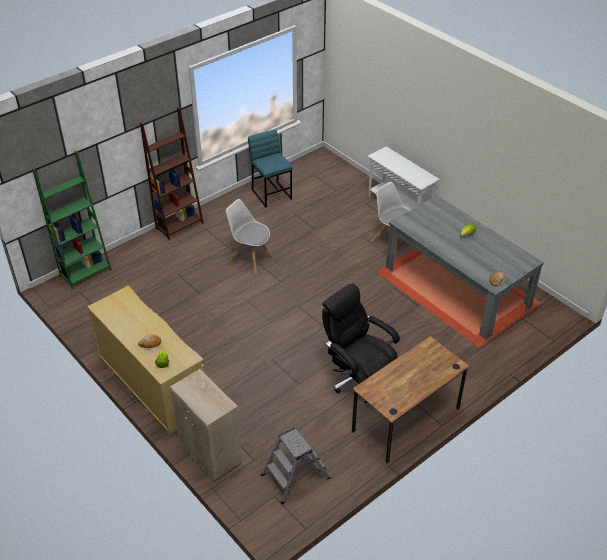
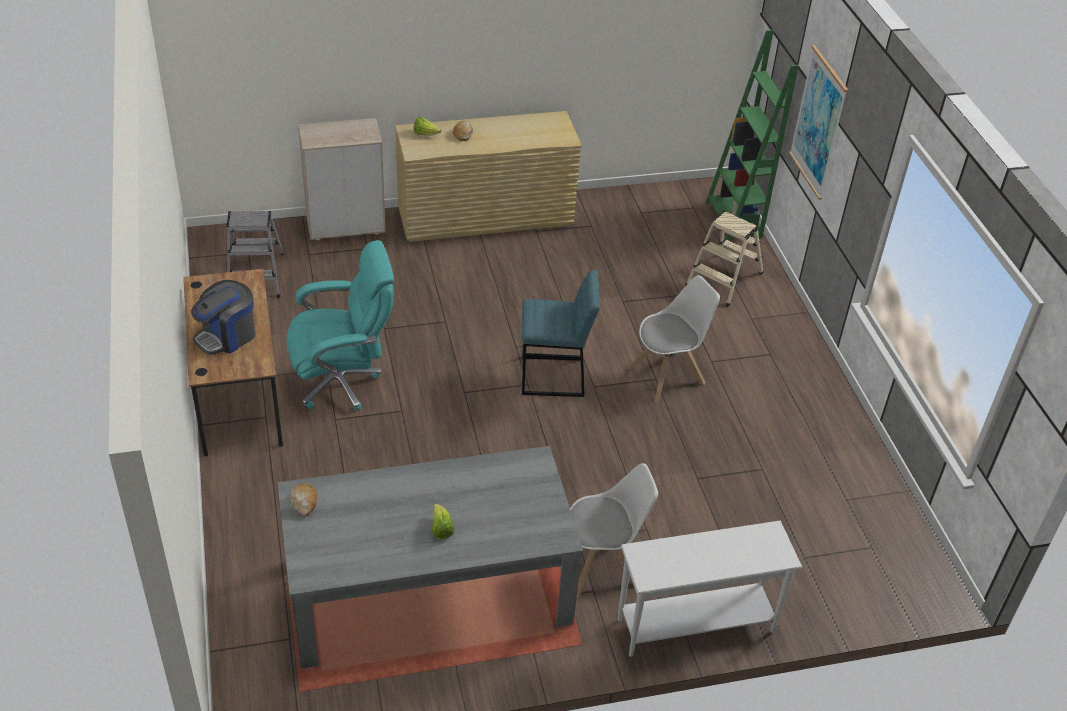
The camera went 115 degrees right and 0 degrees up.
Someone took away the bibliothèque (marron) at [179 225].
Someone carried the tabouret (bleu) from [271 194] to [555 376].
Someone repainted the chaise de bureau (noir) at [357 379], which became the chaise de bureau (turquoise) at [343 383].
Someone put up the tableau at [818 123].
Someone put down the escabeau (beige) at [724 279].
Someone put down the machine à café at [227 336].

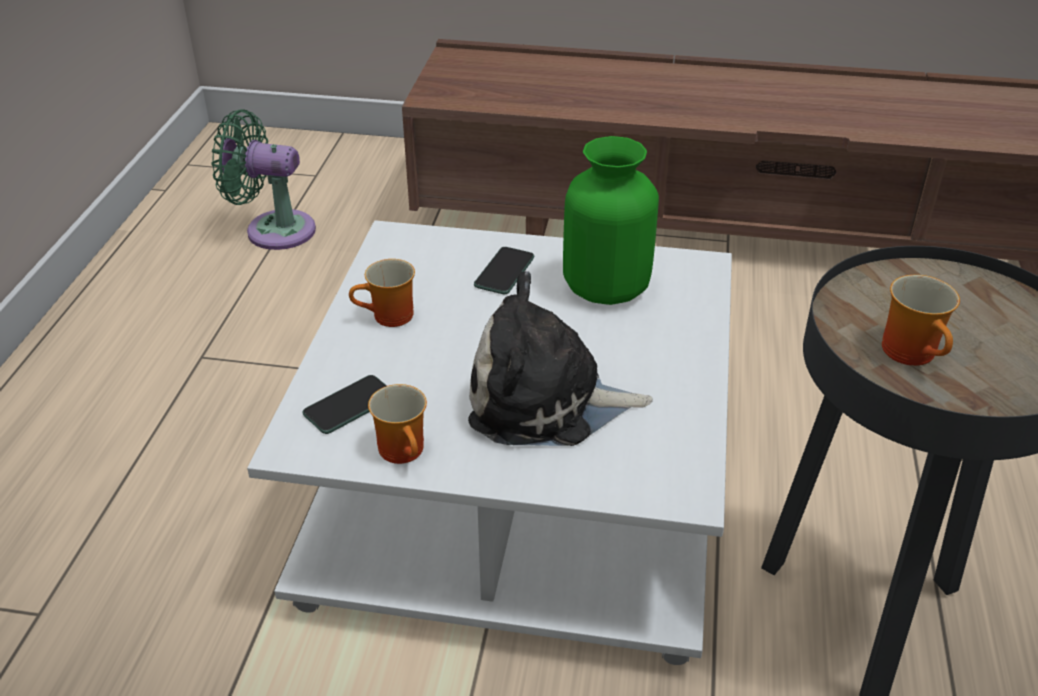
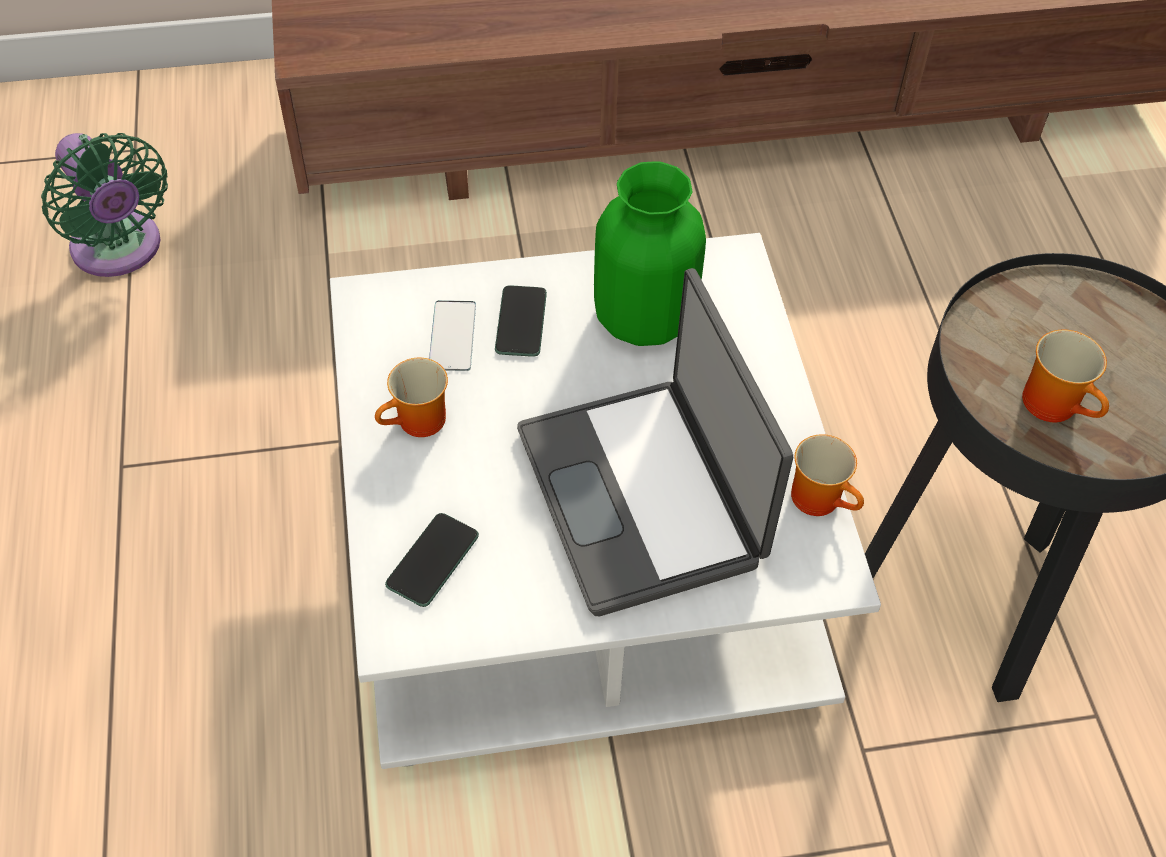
The camera went 20 degrees left and 15 degrees up.
Someone rotated the ventilateur (vert) at [273 230] by 120 degrees counterclockwise.
Someone swapped the peluche at [546 401] for the ordinateur portable at [644 495].
Someone carried the mug from [406 451] to [822 498].
Someone put down the téléphone at [452 336].

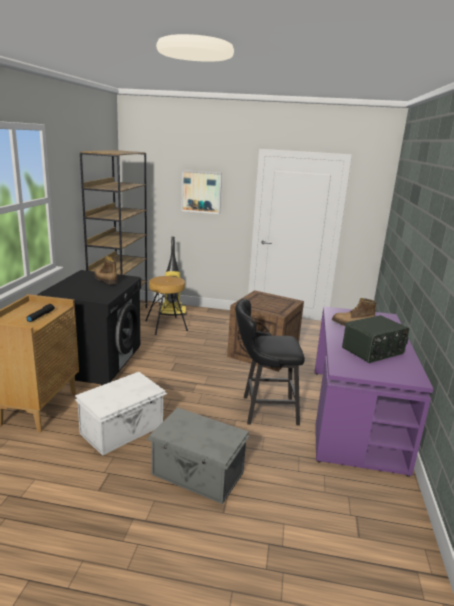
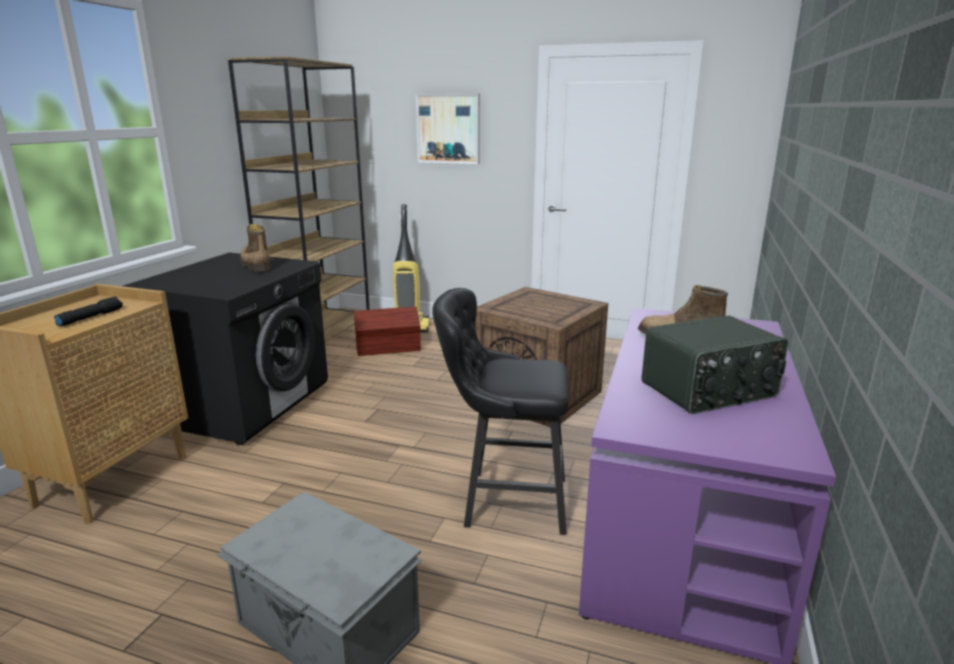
The camera went 10 degrees right and 0 degrees up.
Someone swapped the tabouret (marron) at [166 325] for the boîte de rangement (marron) at [389 348].
Someone took away the boîte de rangement (blanc) at [123 430].

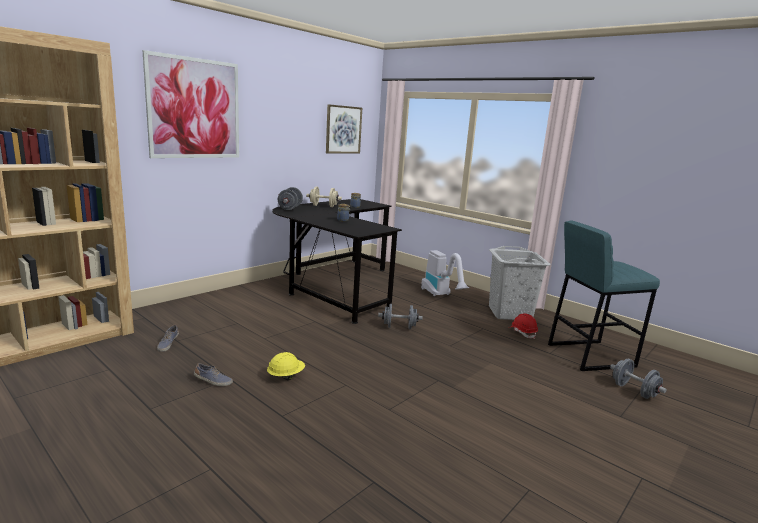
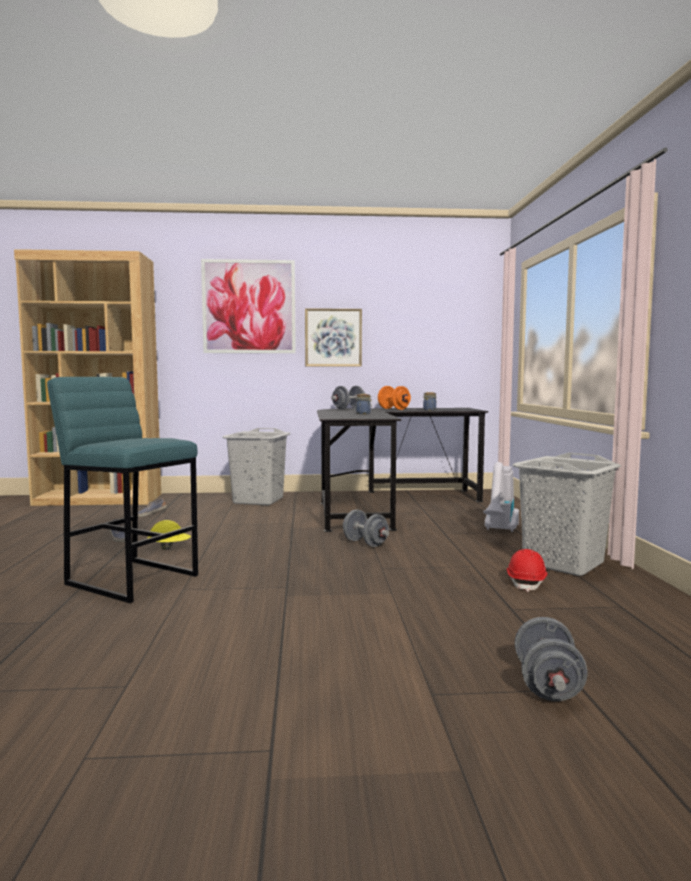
The camera went 45 degrees right and 10 degrees down.
Someone carried the tableau from [343 129] to [333 337].
Someone repainted the haltère (beige) at [323 206], which became the haltère (orange) at [393 409].
Someone carried the tabouret (turquoise) from [589 355] to [130 579].
Someone put down the panier à linge (gris) at [258 500].

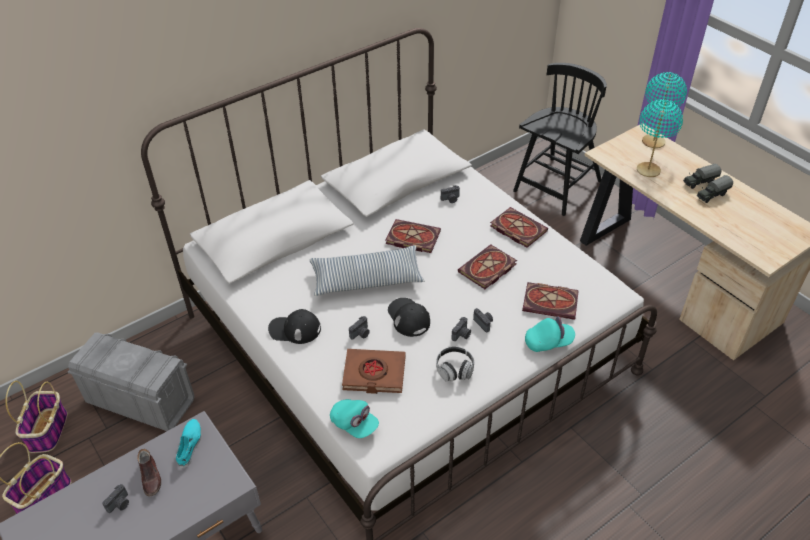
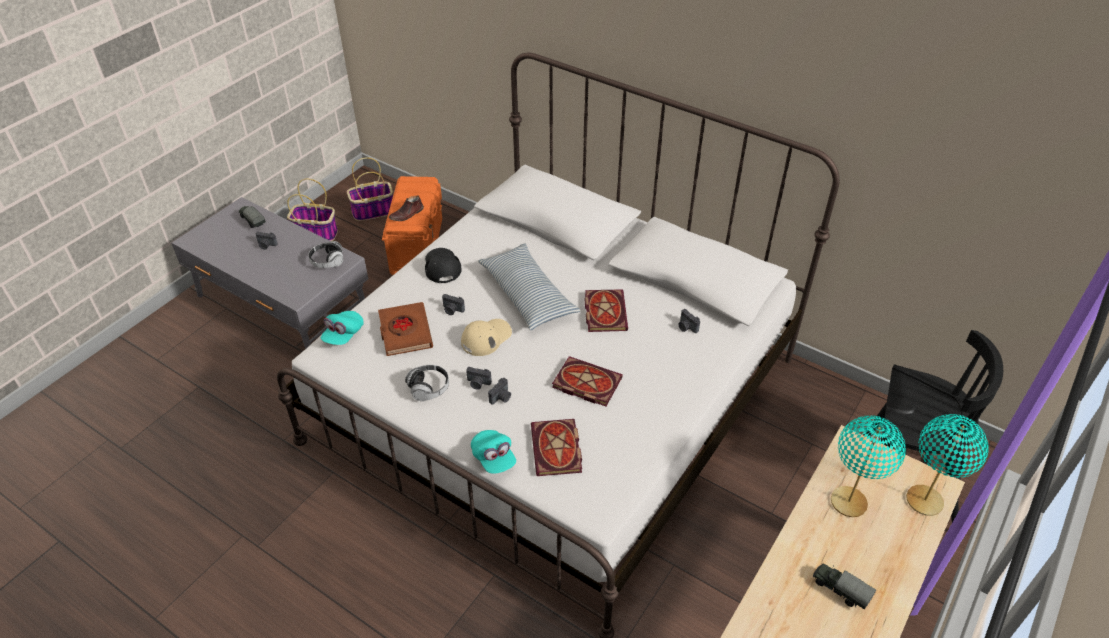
The camera went 70 degrees right and 0 degrees up.
Someone carried the camion jouet from [699 182] to [252 221].
Someone took away the livre at [516 229].
Someone repainted the casquette (noir) at [408 318], which became the casquette (beige) at [486 338].
Someone repainted the boîte de rangement (gris) at [140 400], which became the boîte de rangement (orange) at [417 247].
Someone swapped the chaussure (turquoise) at [190 445] for the casque audio at [327 261].
Someone carried the chaussure (marron) from [151 477] to [407 214].

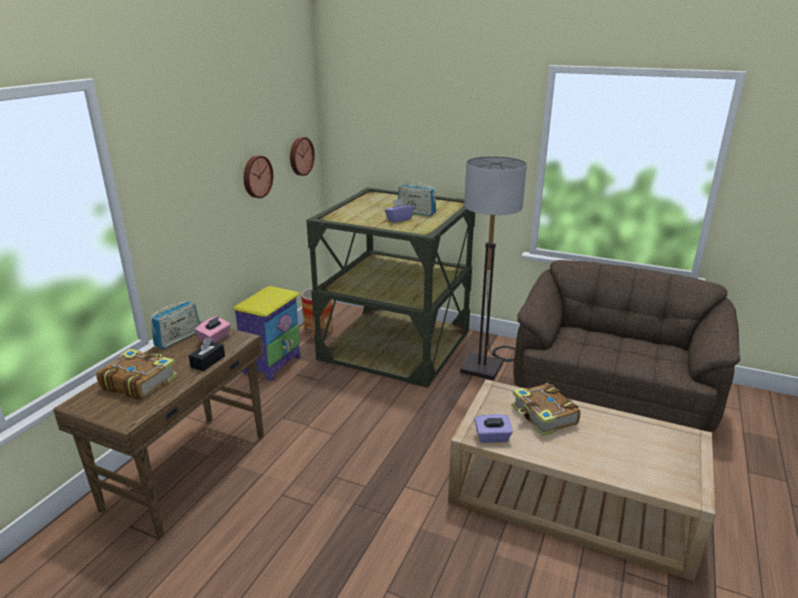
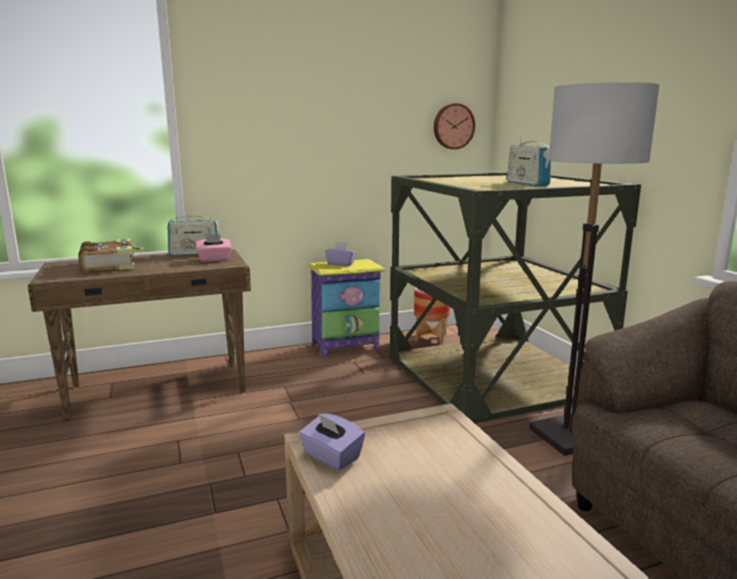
The camera went 45 degrees right and 10 degrees down.
Someone took away the horloge murale at [256 176].
Someone carried the boîte à mouchoirs (violet) from [399 219] to [340 264].
Someone took away the boîte à mouchoirs (noir) at [208 361].
Someone took away the livre at [544 417].

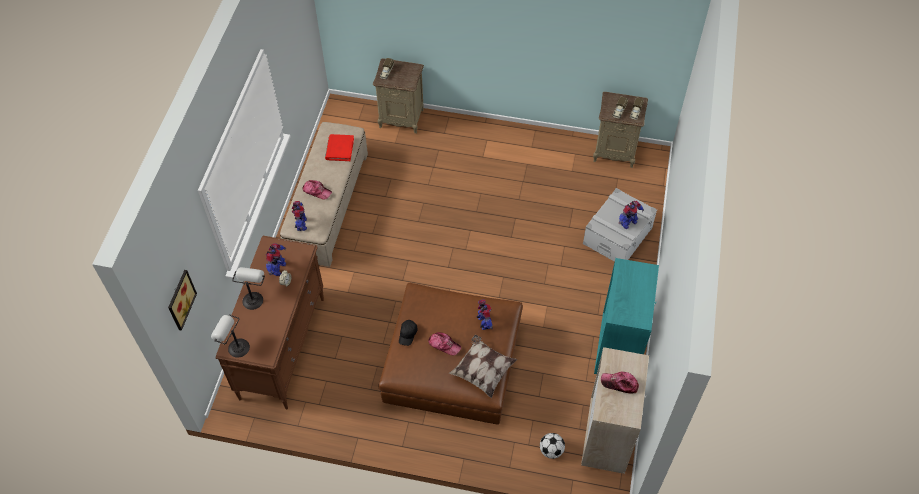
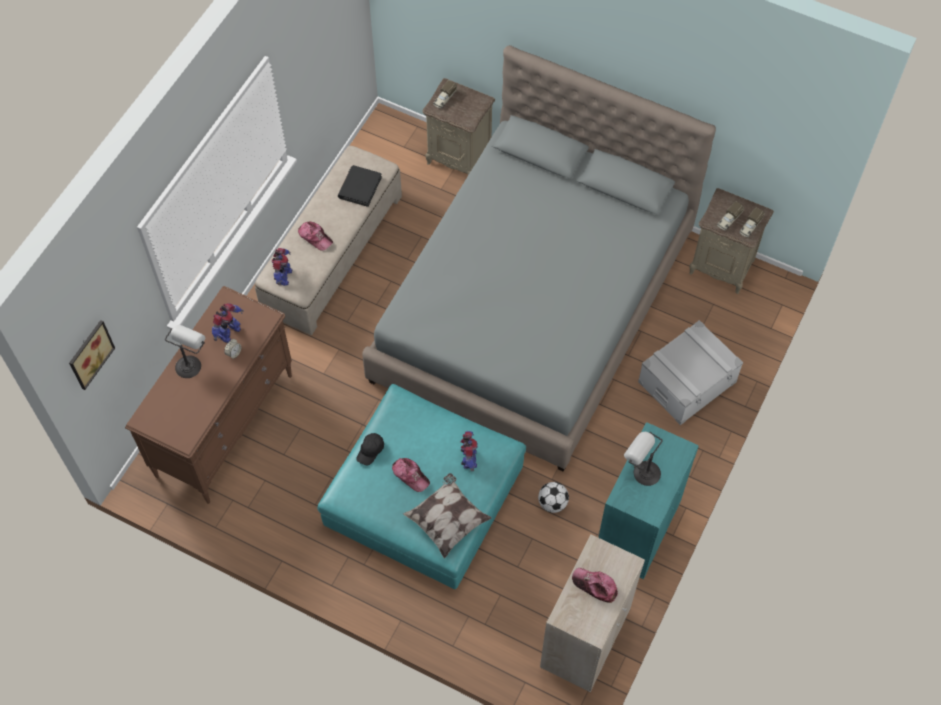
The camera went 15 degrees right and 5 degrees up.
Someone repainted the livre (rouge) at [339 149], which became the livre (noir) at [359 187].
Someone took away the robot jouet at [628 222].
Someone repainted the pouf (marron) at [452 363], which became the pouf (turquoise) at [424 497].
Someone carried the lampe de table from [234 347] to [641 470].
Someone carried the ballon de foot from [551 450] to [552 503].
Someone put down the lit (gris) at [534 306].

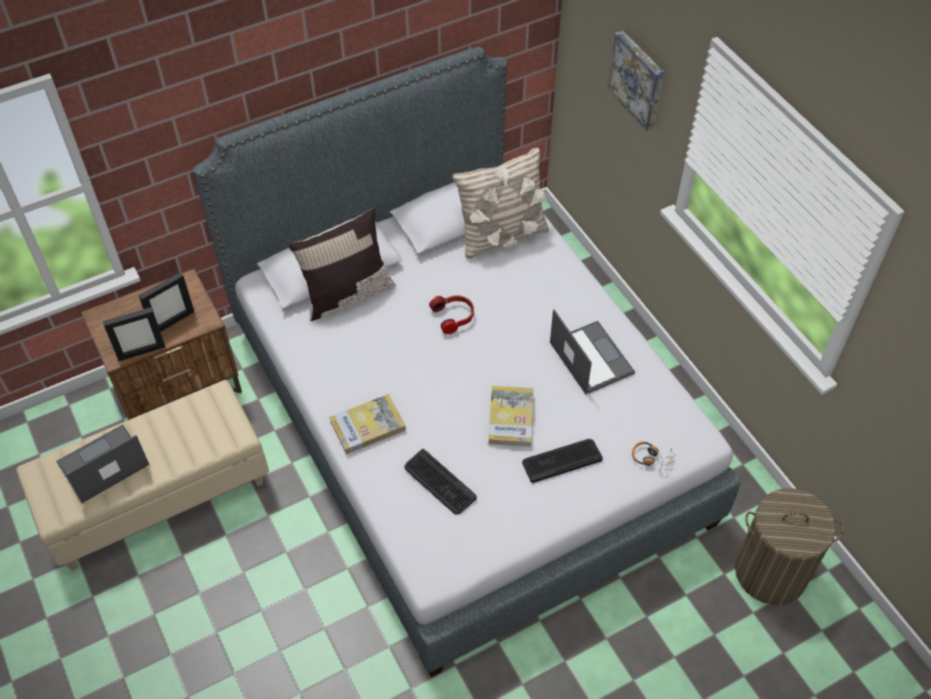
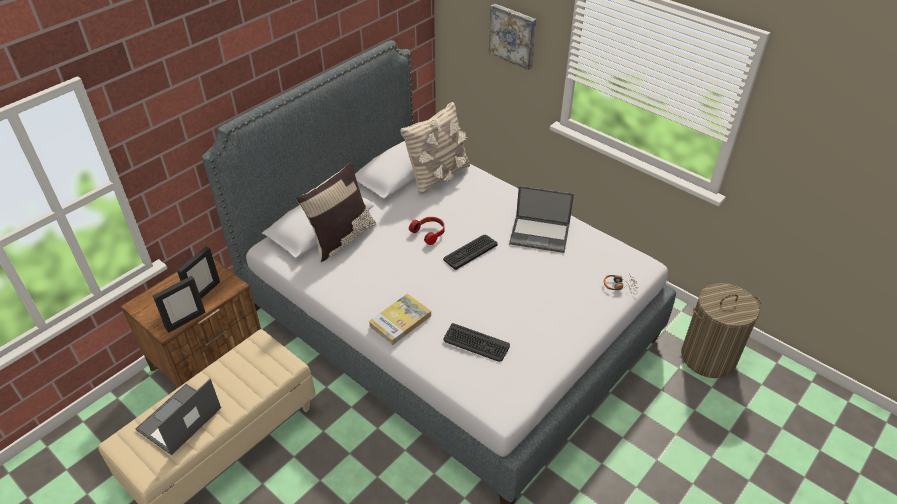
The camera went 20 degrees left and 10 degrees down.
Someone rotated the ordinateur portable at [590 357] by 150 degrees clockwise.
Someone took away the livre at [511 418].
Someone carried the clavier from [561 460] to [470 252].

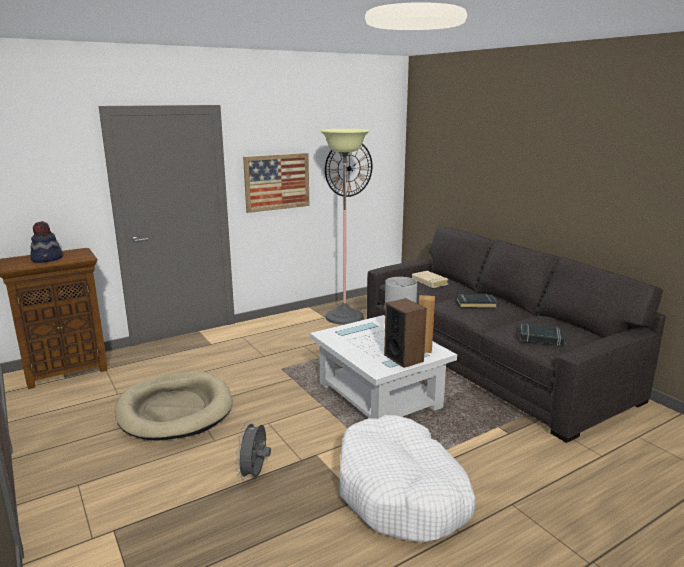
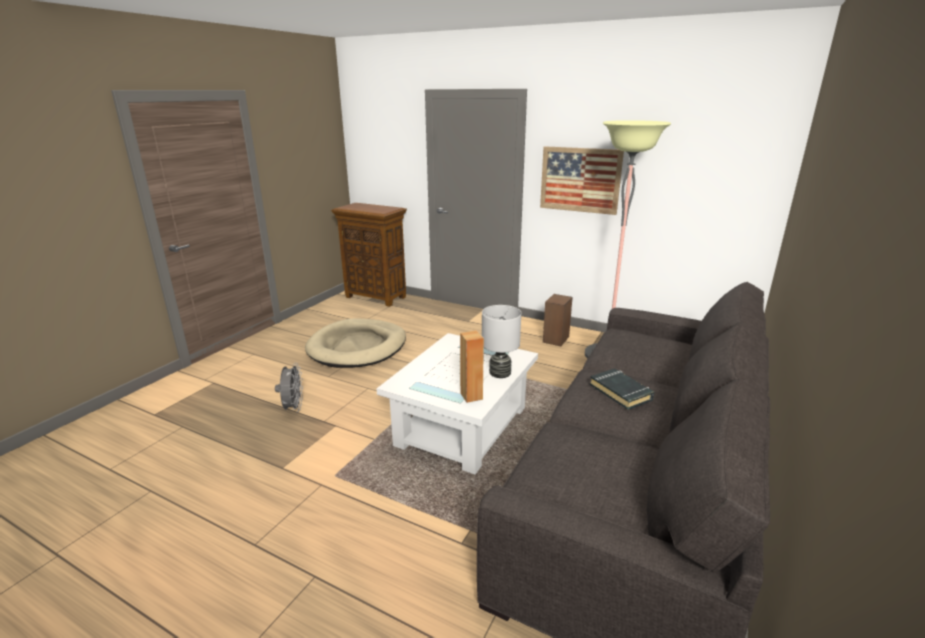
The camera went 60 degrees right and 5 degrees up.
Someone took away the horloge murale at [349 168].
Someone took away the chapeau at [47 259].
Someone took away the livre (beige) at [429 282].
Someone carried the enceinte from [403 358] to [556 339].
Someone took away the livre (noir) at [542 338].
Someone took away the panier pour chien (blanc) at [402 492].
Someone rotated the ventilateur (gris) at [255 474] by 105 degrees clockwise.

